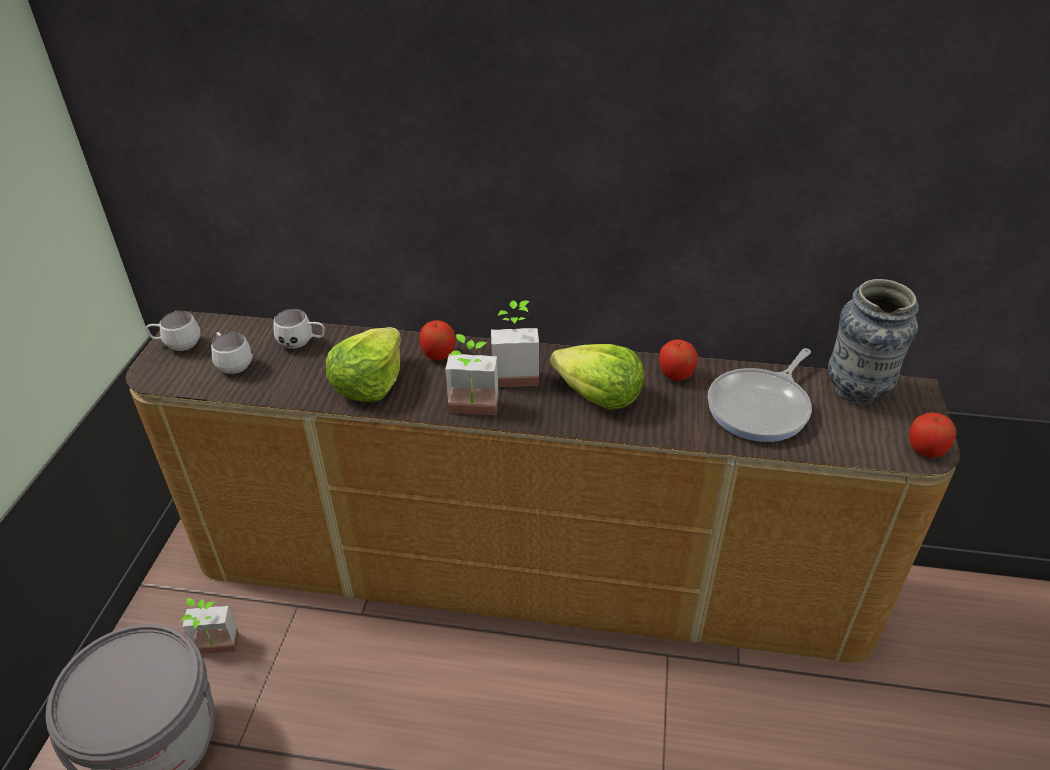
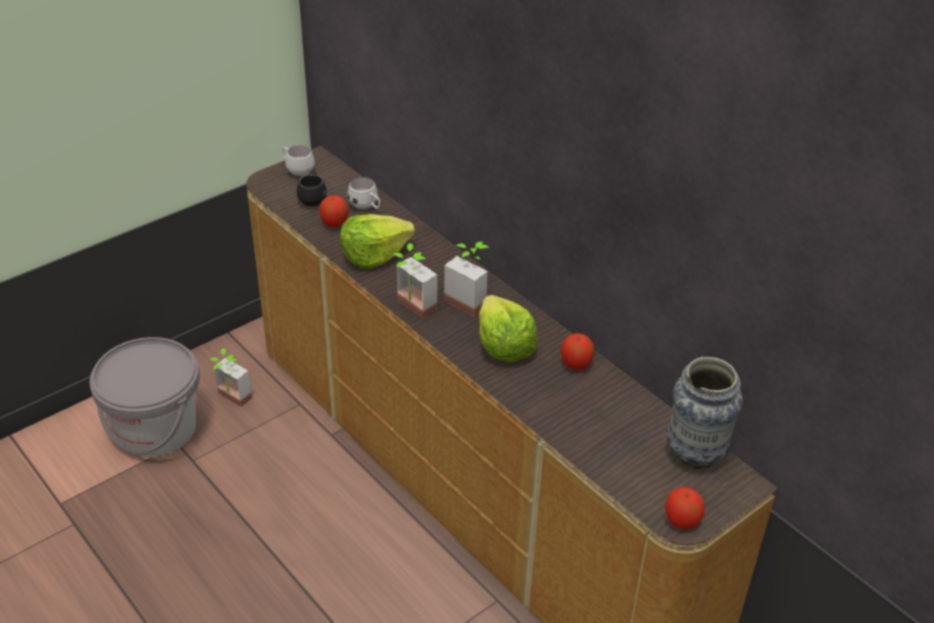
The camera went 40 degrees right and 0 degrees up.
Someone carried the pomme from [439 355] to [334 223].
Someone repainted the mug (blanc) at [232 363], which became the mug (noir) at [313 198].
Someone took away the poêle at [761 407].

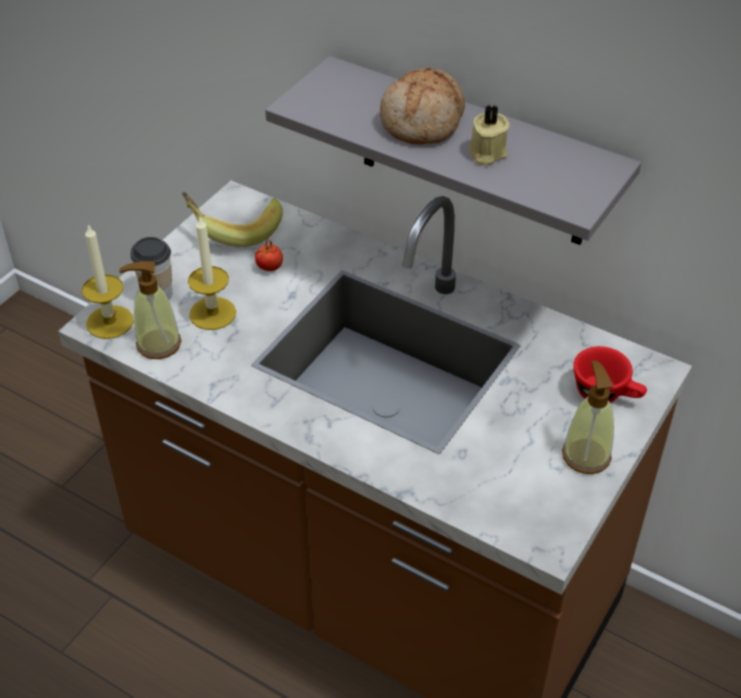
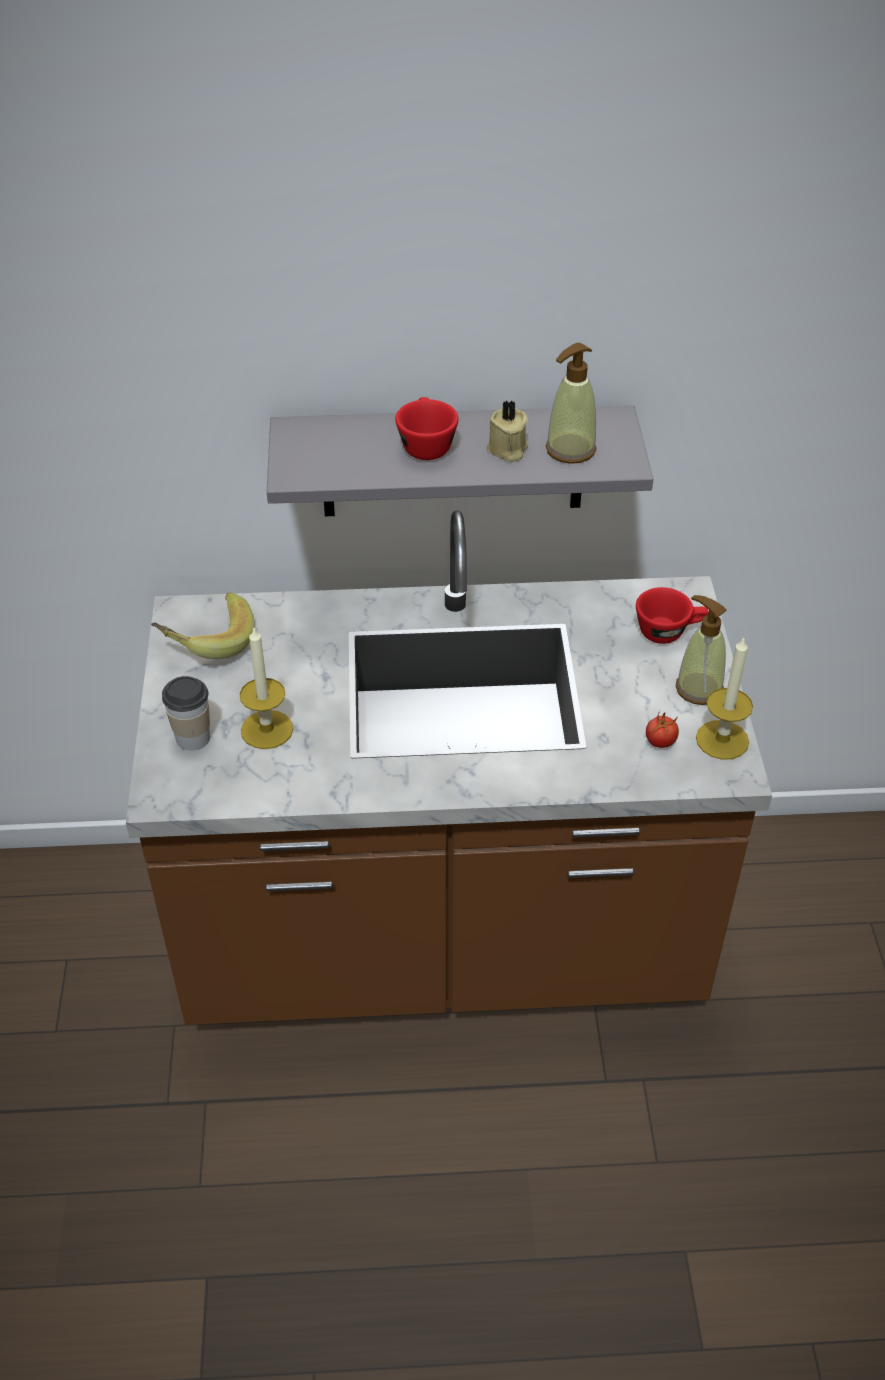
The camera went 35 degrees left and 0 degrees up.
Someone swapped the pain at [424 122] for the tasse (rouge) at [425 444].
Someone carried the bougie from [110 322] to [722 740].
Someone carried the tomate from [269 267] to [660 742].
Someone carried the distributeur de savon from [158 344] to [570 450].

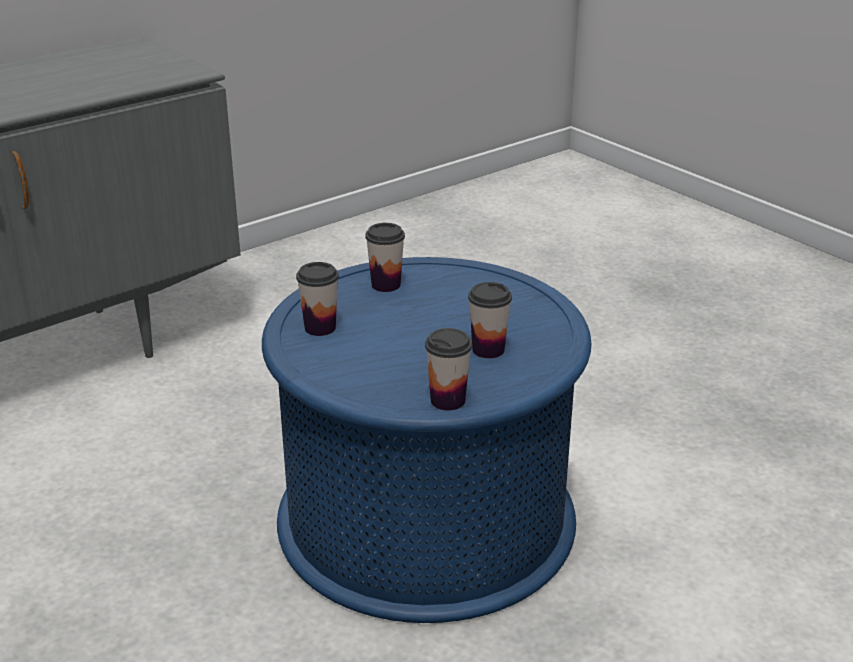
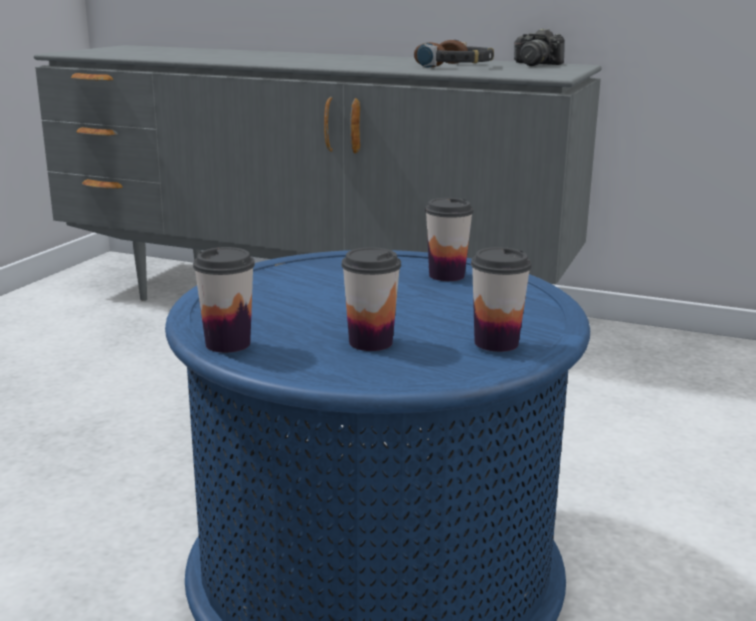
The camera went 60 degrees right and 10 degrees down.
Someone carried the tasse from [320 328] to [496 343].
Someone put down the appareil photo at [535 64].
Someone put down the casque audio at [457 66].

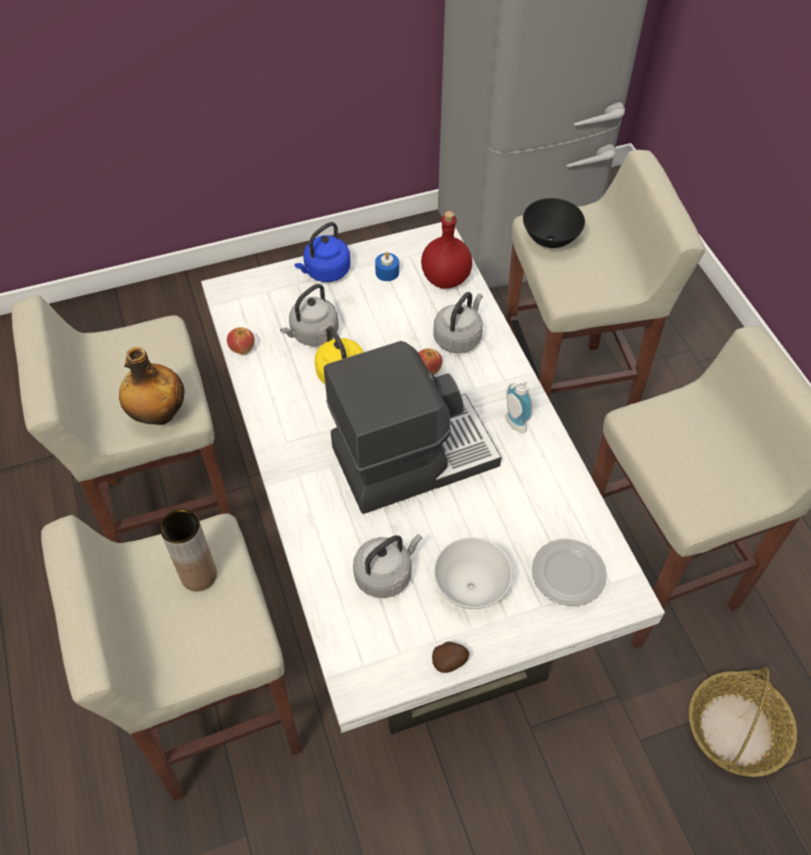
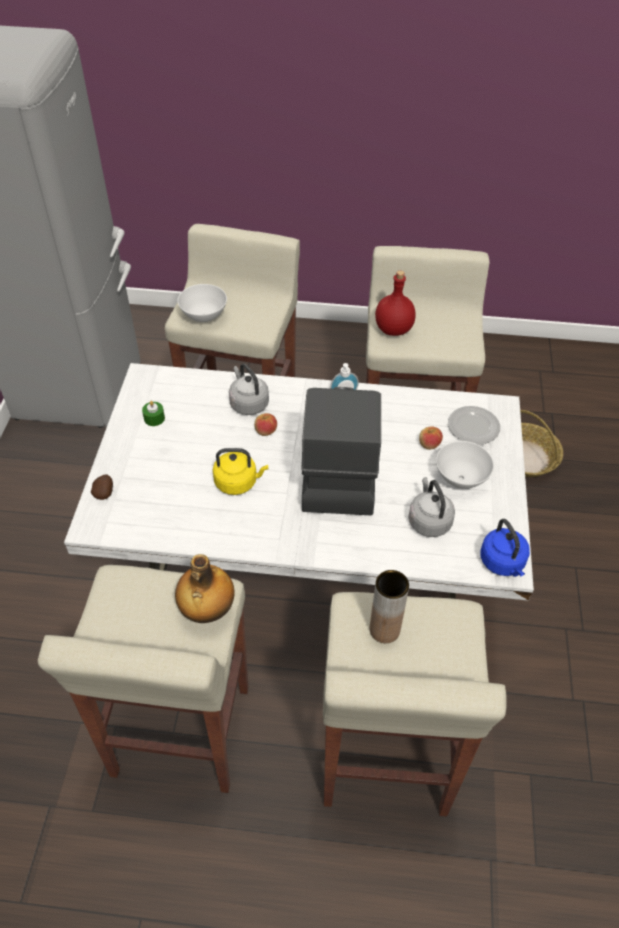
The camera went 65 degrees left and 5 degrees down.
Someone repainted the bol (noir) at [551 240], which became the bol (blanc) at [204 317].
Someone carried the bouteille (rouge) from [446 279] to [394 329].
Someone carried the bouilloire (bleu) from [325 272] to [503 563].
Someone repainted the bougie (bleu) at [387 272], which became the bougie (vert) at [154 418].
Someone took away the bouilloire (gris) at [312 334].
Someone carried the pomme from [242 348] to [429 444].
Someone carried the pomme de terre from [450 661] to [104 492].

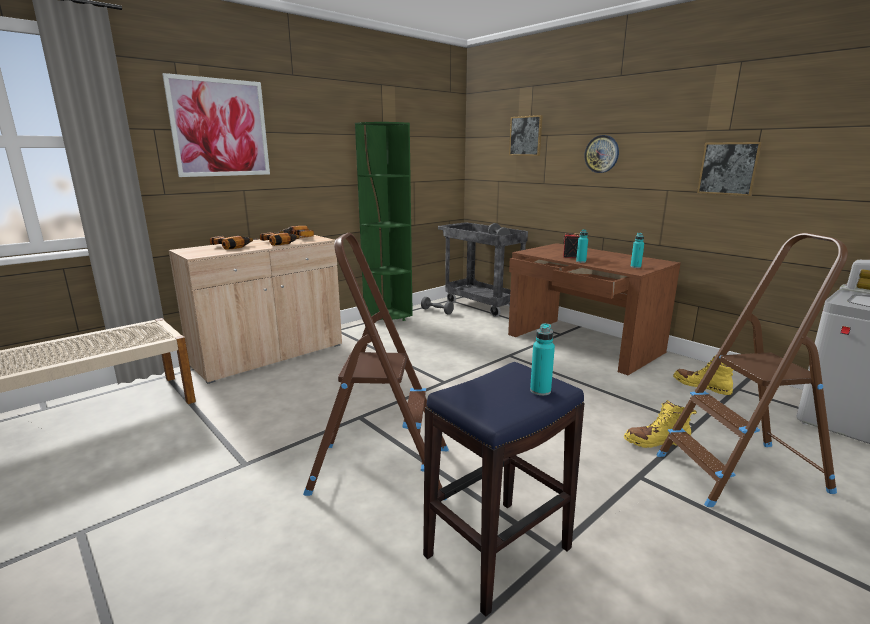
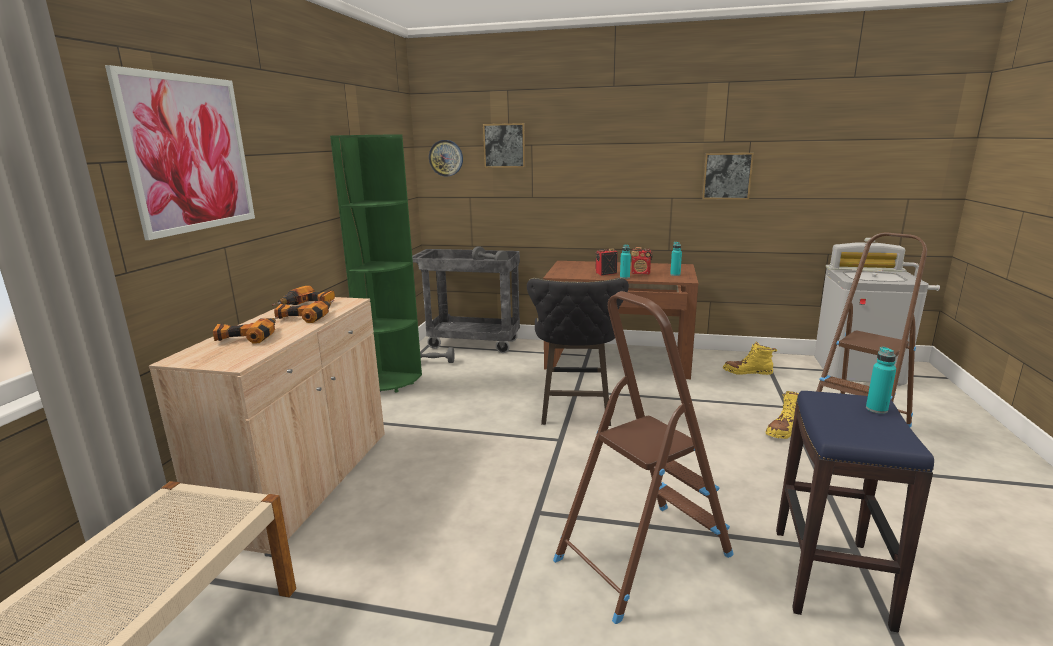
The camera went 35 degrees left and 0 degrees up.
Someone carried the horloge murale from [602 154] to [446 158].
Someone put down the radio at [641 273].
Someone put down the tabouret (noir) at [575 411].

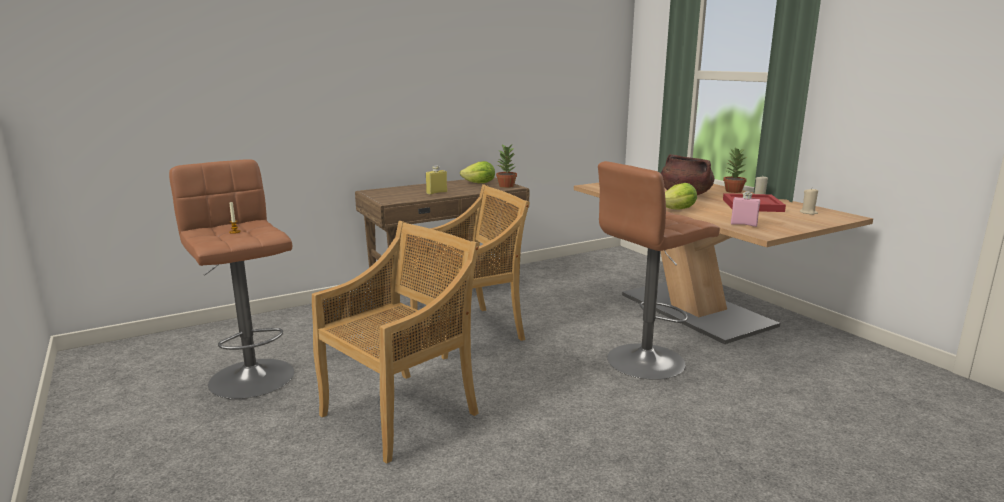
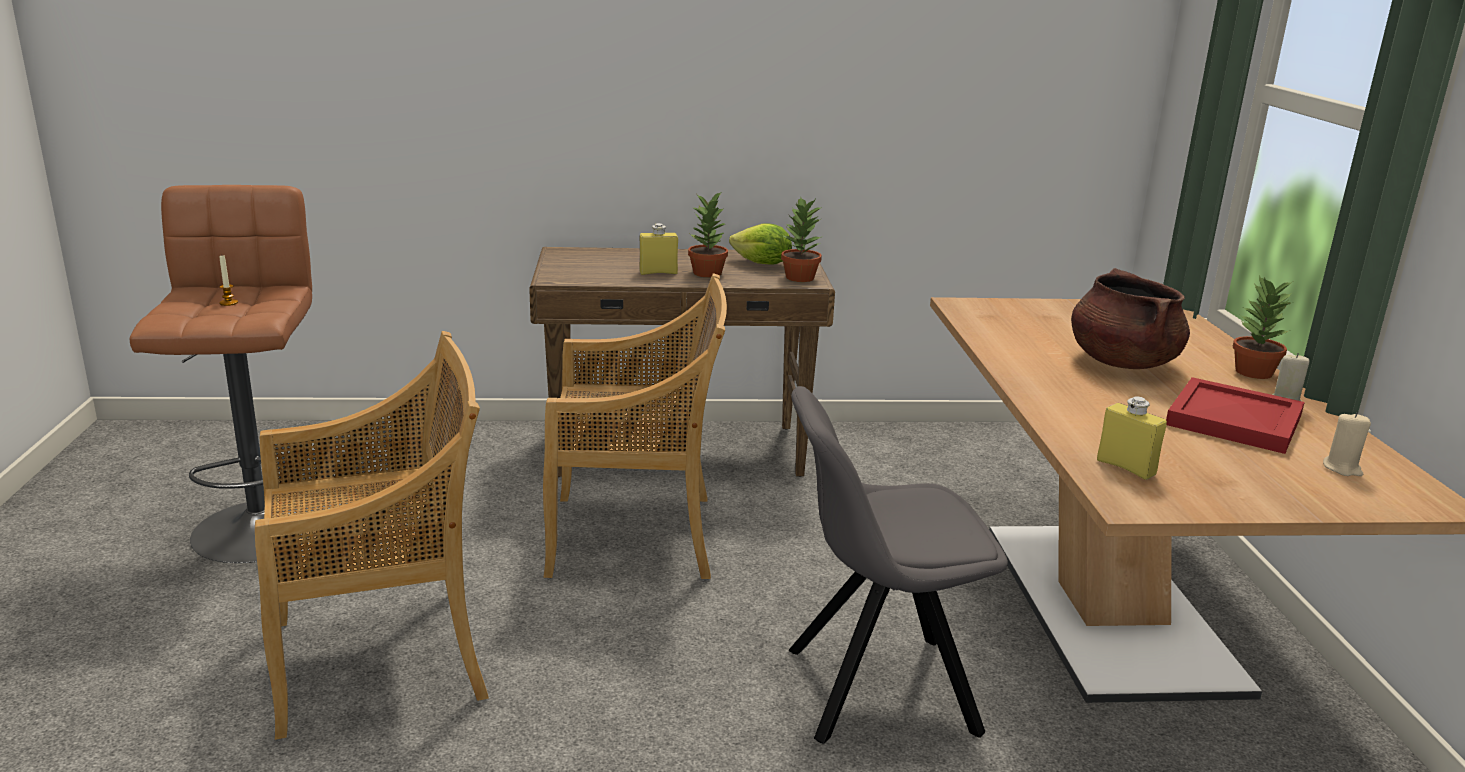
The camera went 25 degrees right and 5 degrees up.
Someone swapped the tabouret (marron) at [644 361] for the chaise (gris) at [879 689].
Someone took away the laitue at [678 209].
Someone repainted the bouteille (rose) at [743 224], which became the bouteille (jaune) at [1126 467].
Someone put down the plante en pot at [708 273].

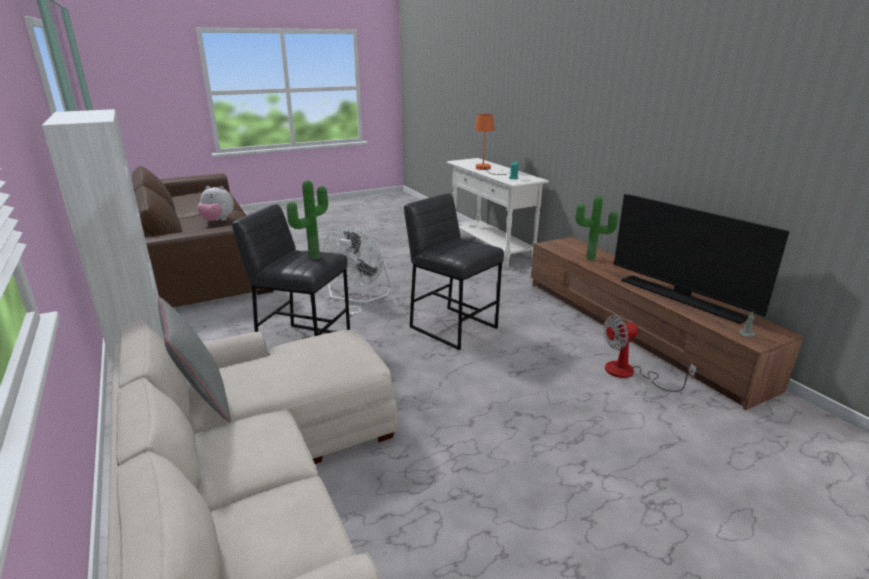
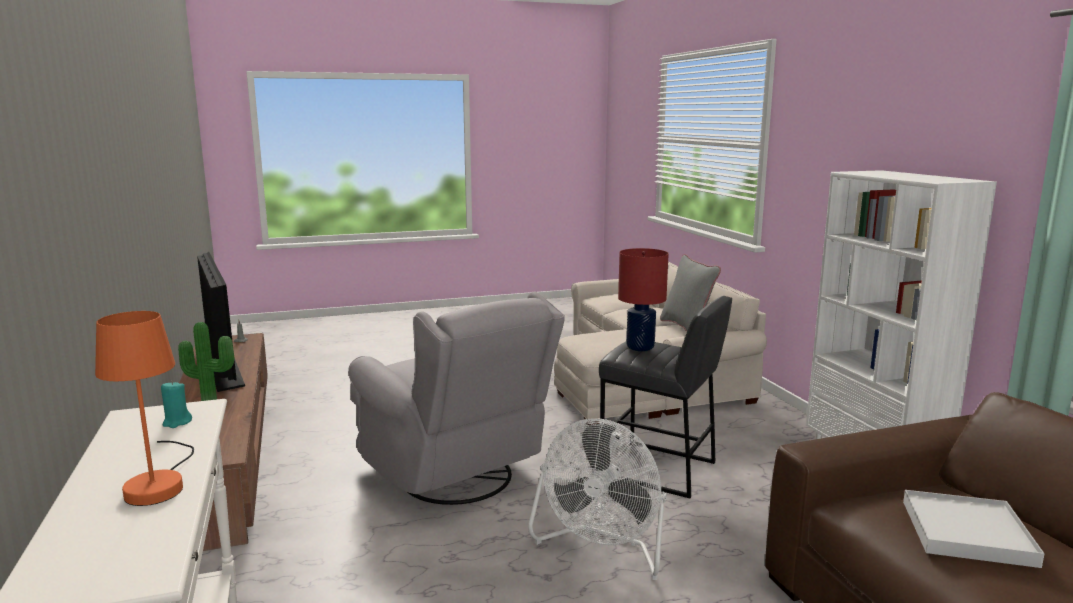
The camera went 170 degrees left and 10 degrees down.
Someone swapped the plante en pot at [313 256] for the lampe de table (rouge) at [640 349].
Someone swapped the peluche at [217 221] for the plateau (blanc) at [966 533].
Someone swapped the tabouret (gris) at [452 327] for the fauteuil (gris) at [455 475].
Someone took away the ventilateur at [630 373].

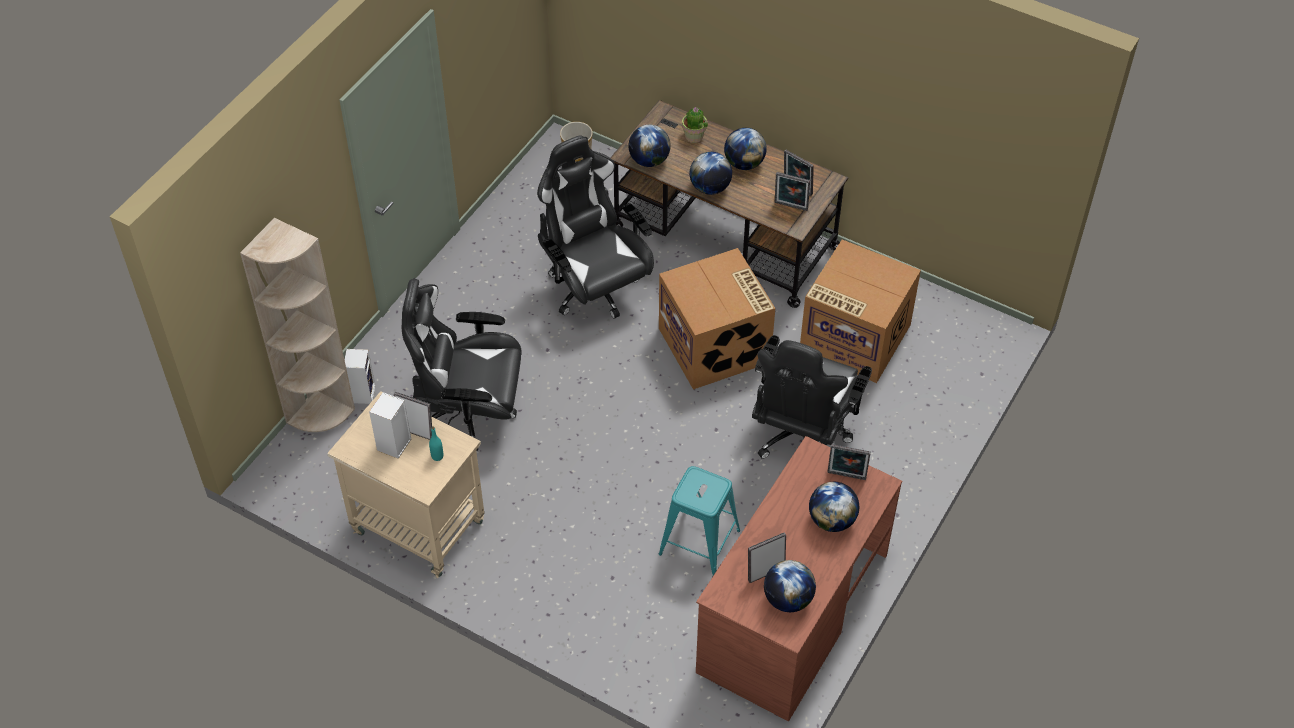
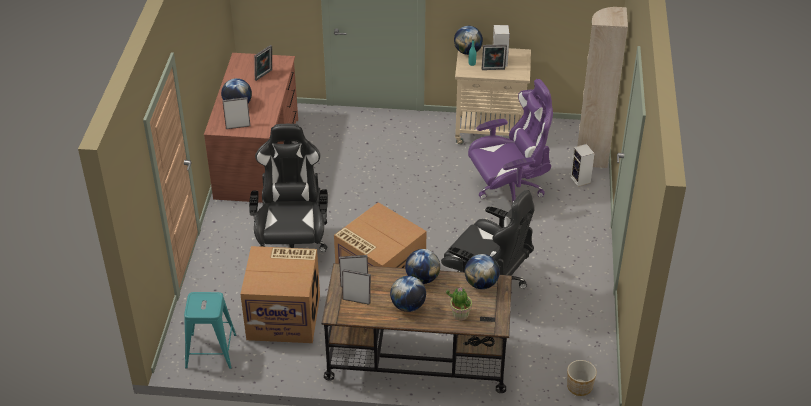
The camera went 155 degrees right and 10 degrees down.
Someone repainted the chaise de bureau (noir) at [472 413], which became the chaise de bureau (violet) at [506 191].
Someone carried the tabouret (turquoise) from [699 543] to [210 351].
Someone carried the globe from [788 599] to [467 52].

